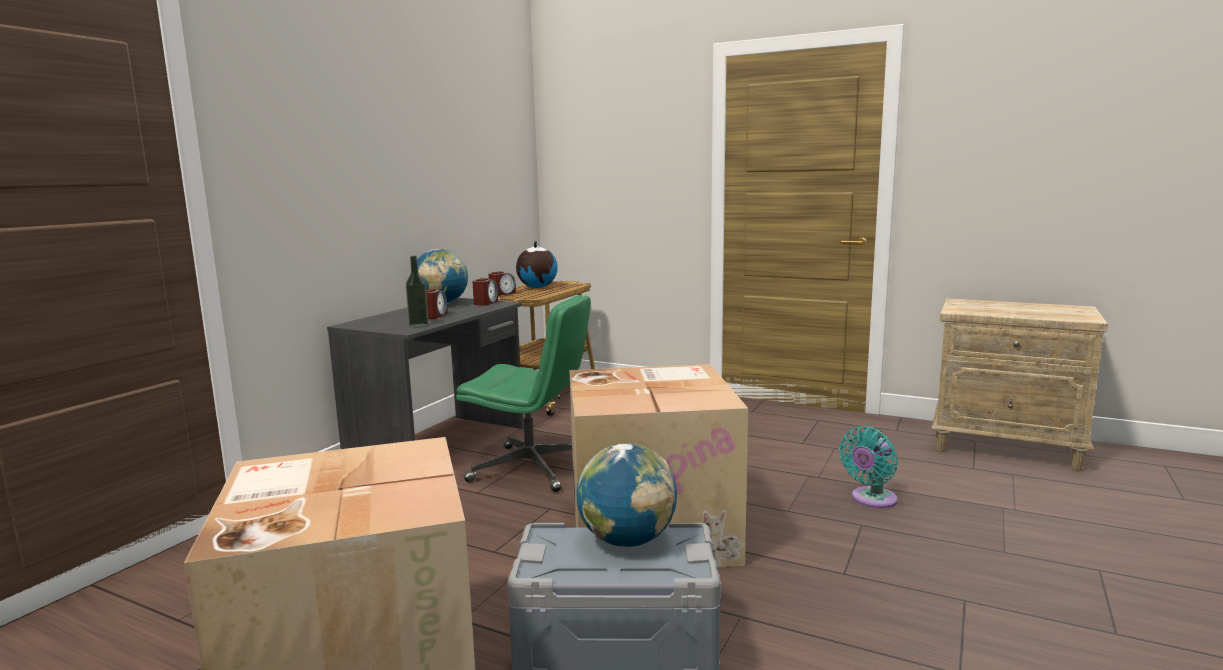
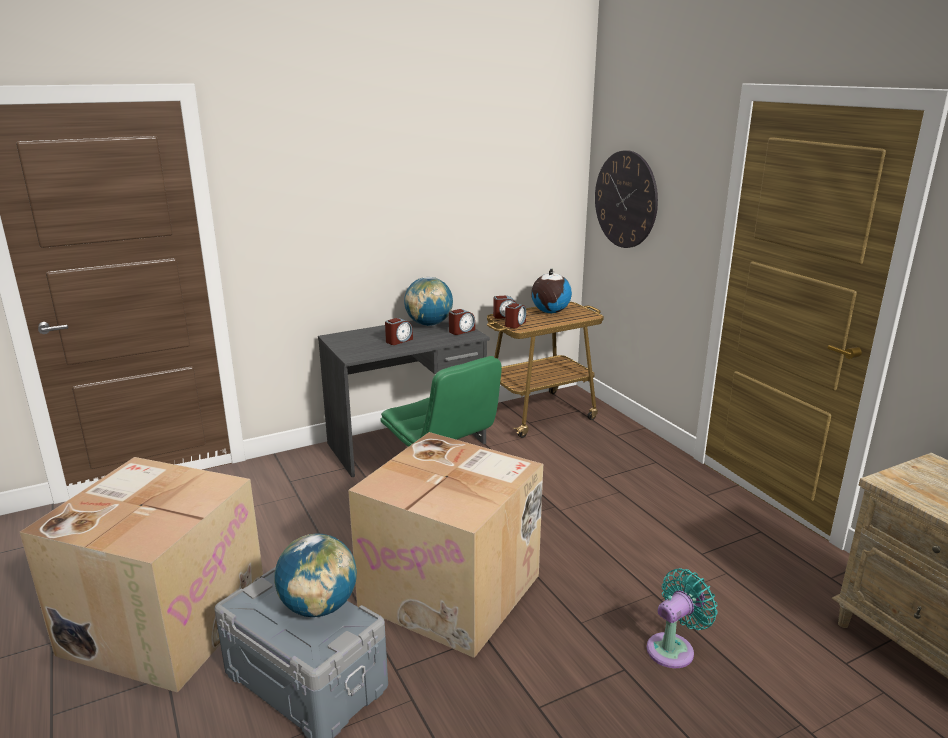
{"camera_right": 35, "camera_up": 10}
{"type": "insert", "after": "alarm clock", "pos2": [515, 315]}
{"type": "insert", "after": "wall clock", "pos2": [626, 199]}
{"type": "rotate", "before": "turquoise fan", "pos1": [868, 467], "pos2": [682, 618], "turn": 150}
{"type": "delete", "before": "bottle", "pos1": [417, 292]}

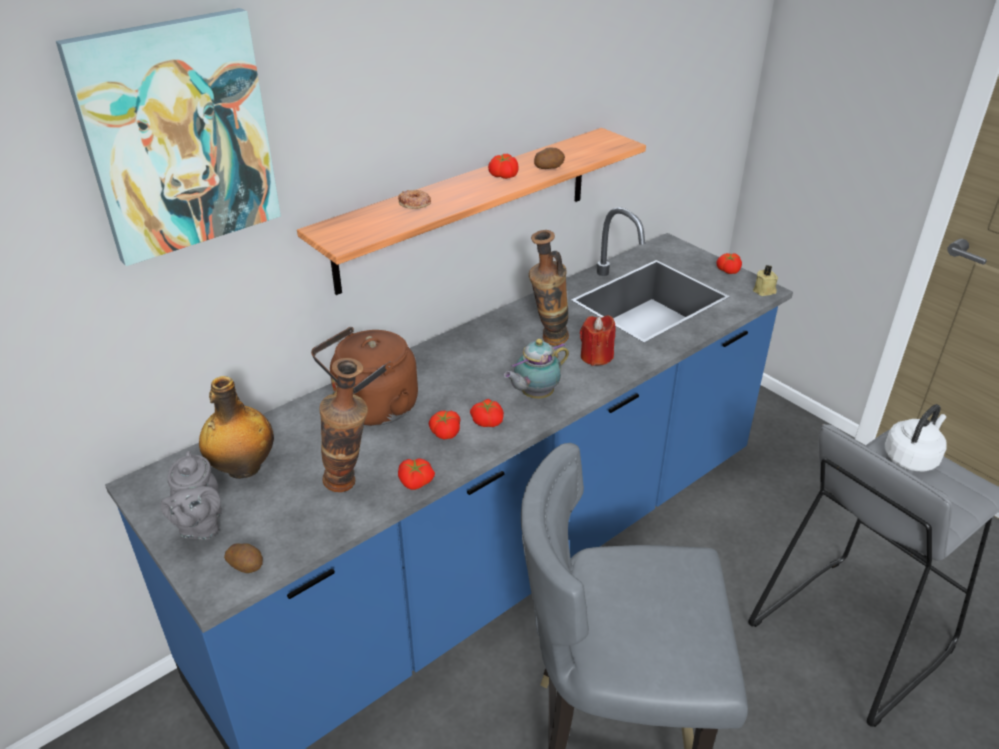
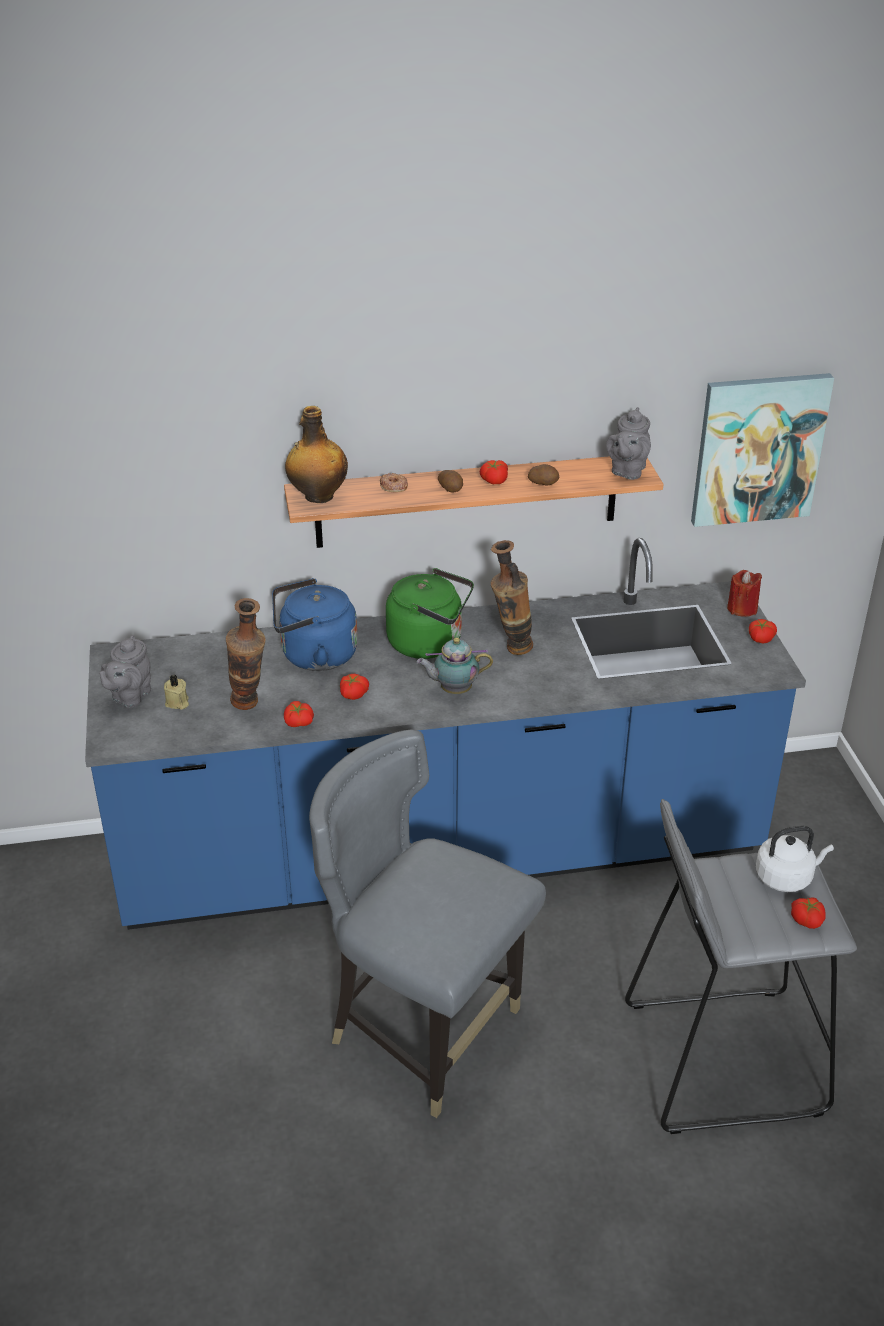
{"camera_right": 30, "camera_up": 0}
{"type": "move", "before": "beige candle", "pos1": [765, 280], "pos2": [176, 692]}
{"type": "recolor", "before": "brown kettle", "after": "blue kettle", "pos1": [364, 376], "pos2": [315, 624]}
{"type": "move", "before": "bottle", "pos1": [236, 427], "pos2": [316, 454]}
{"type": "insert", "after": "green kettle", "pos2": [430, 613]}
{"type": "move", "before": "potato", "pos1": [243, 558], "pos2": [450, 481]}
{"type": "insert", "after": "grey teapot", "pos2": [628, 443]}
{"type": "move", "before": "picture", "pos1": [168, 137], "pos2": [762, 450]}
{"type": "move", "before": "red candle", "pos1": [598, 340], "pos2": [744, 593]}
{"type": "move", "before": "tomato", "pos1": [487, 413], "pos2": [808, 913]}

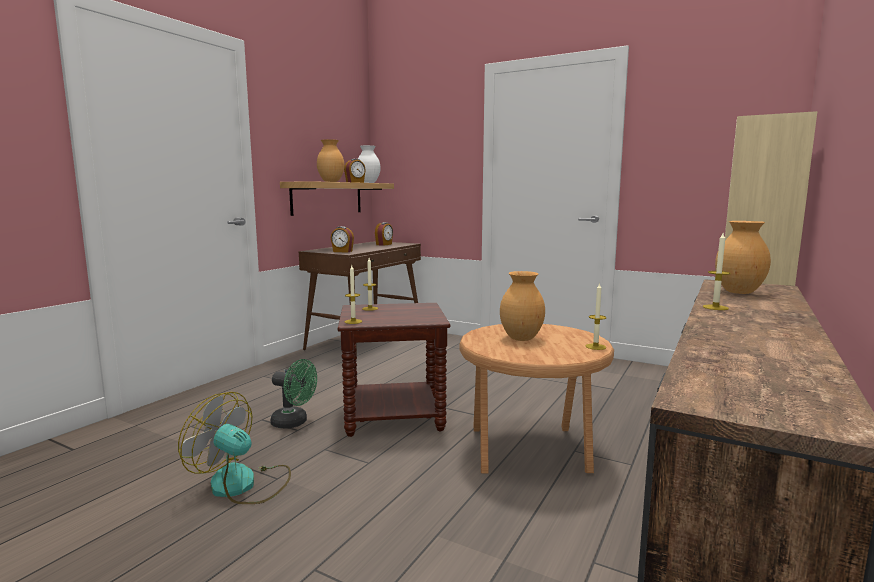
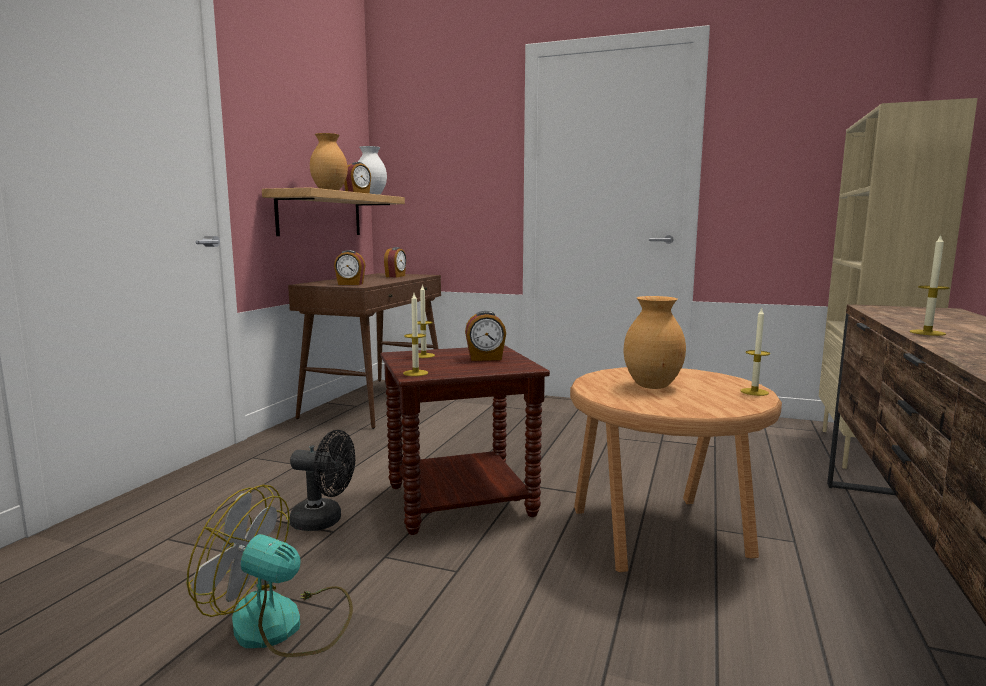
{"camera_right": -10, "camera_up": 0}
{"type": "recolor", "before": "green fan", "after": "black fan", "pos1": [294, 394], "pos2": [322, 480]}
{"type": "insert", "after": "alarm clock", "pos2": [485, 336]}
{"type": "delete", "before": "brown vase", "pos1": [743, 257]}

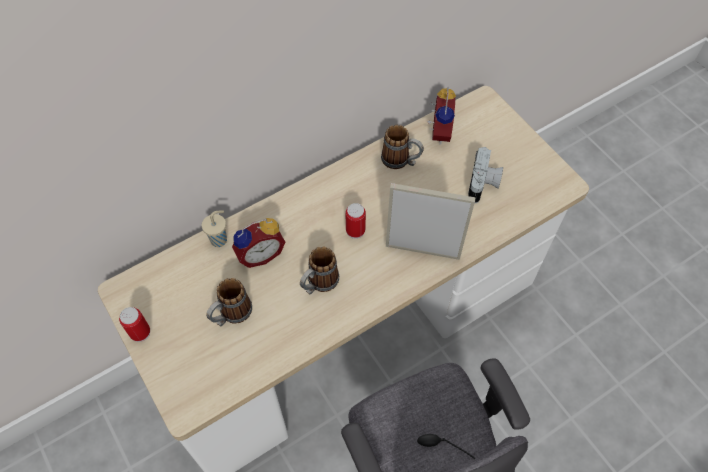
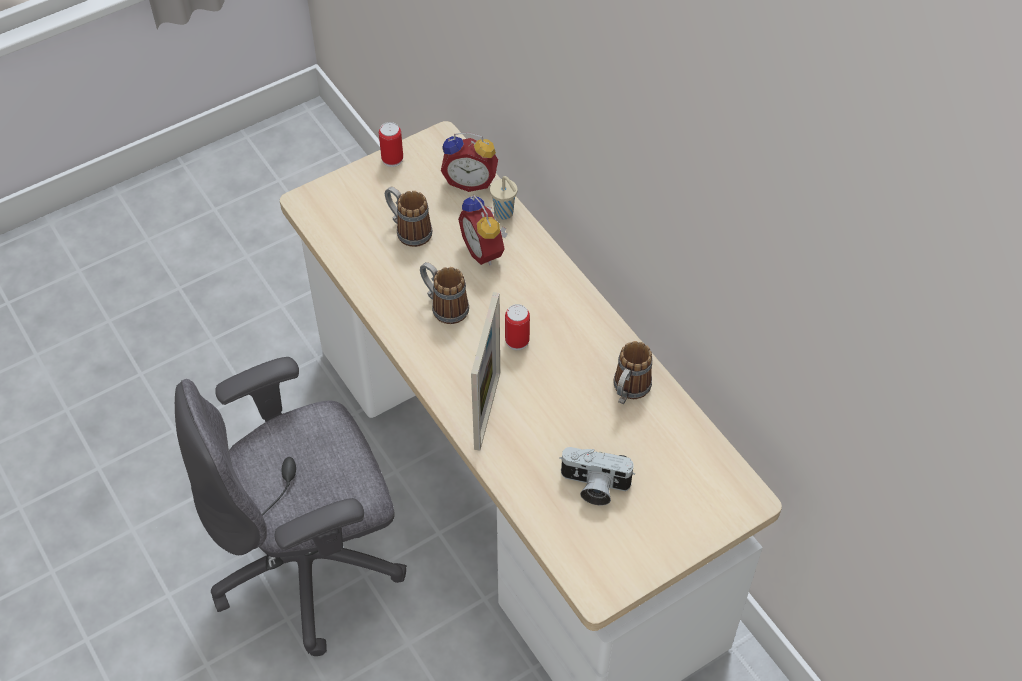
{"camera_right": 90, "camera_up": -5}
{"type": "move", "before": "alarm clock", "pos1": [441, 116], "pos2": [469, 162]}

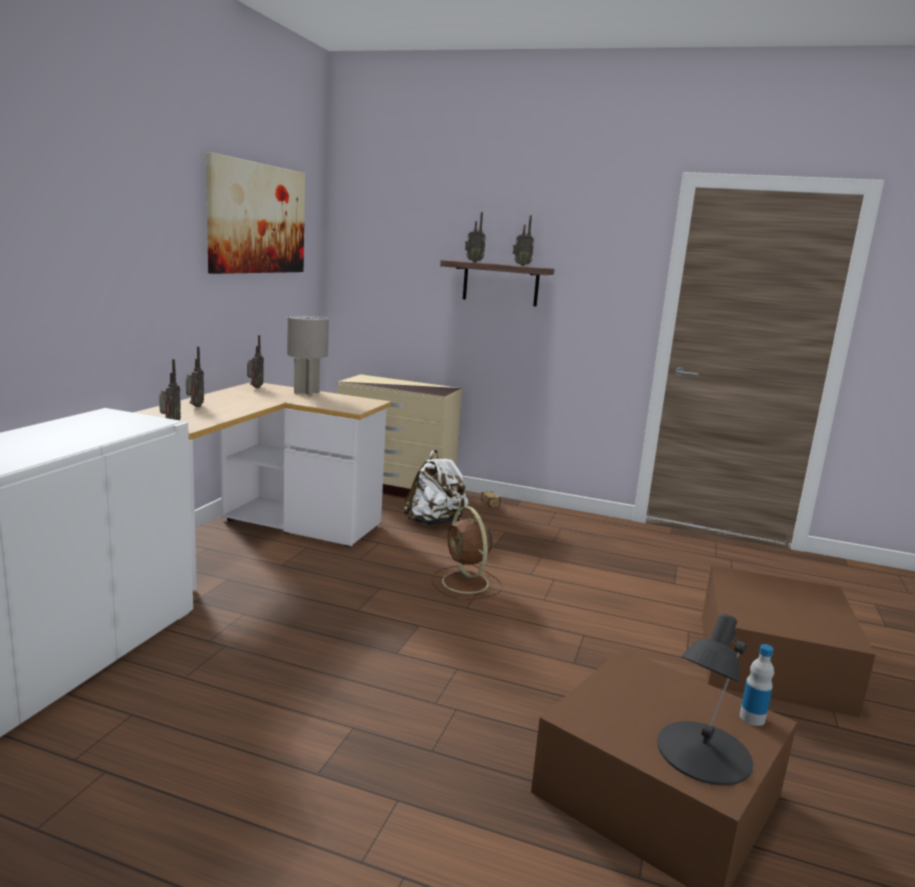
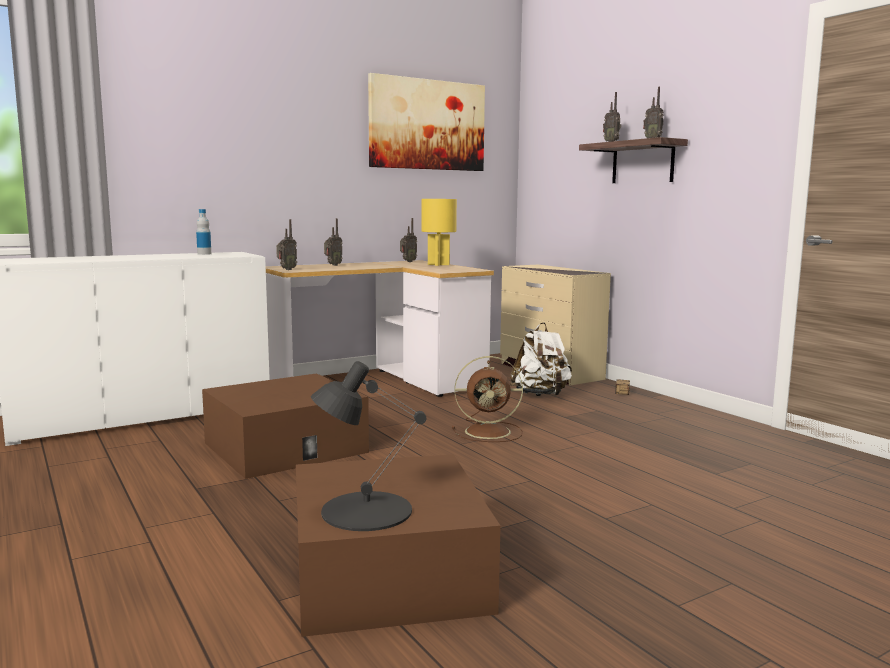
{"camera_right": 40, "camera_up": -5}
{"type": "move", "before": "bottle", "pos1": [757, 685], "pos2": [203, 232]}
{"type": "move", "before": "brown storage box", "pos1": [789, 641], "pos2": [285, 426]}
{"type": "recolor", "before": "grey table lamp", "after": "yellow table lamp", "pos1": [308, 355], "pos2": [439, 232]}
{"type": "rotate", "before": "brown fan", "pos1": [467, 553], "pos2": [487, 399], "turn": -105}

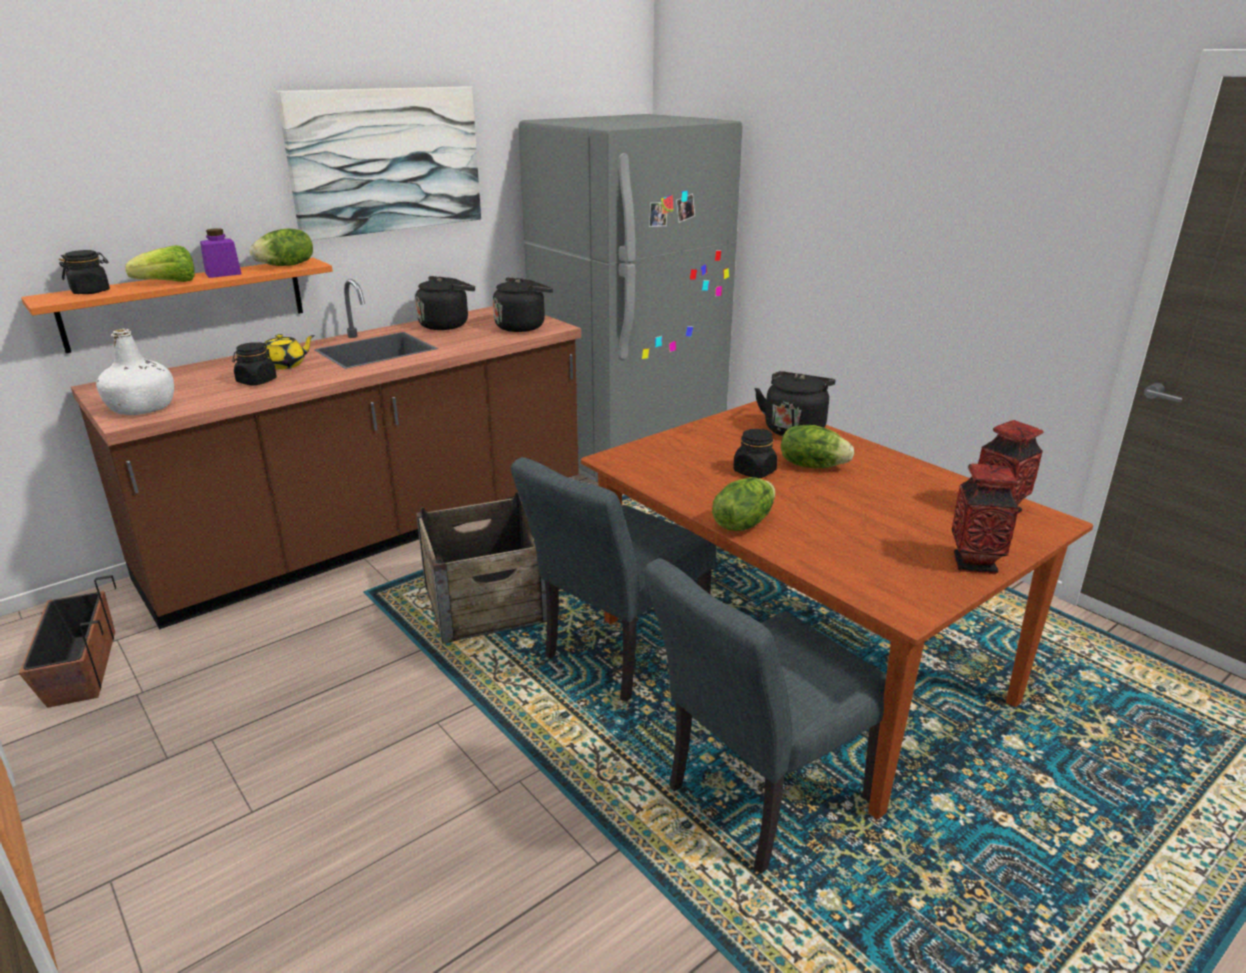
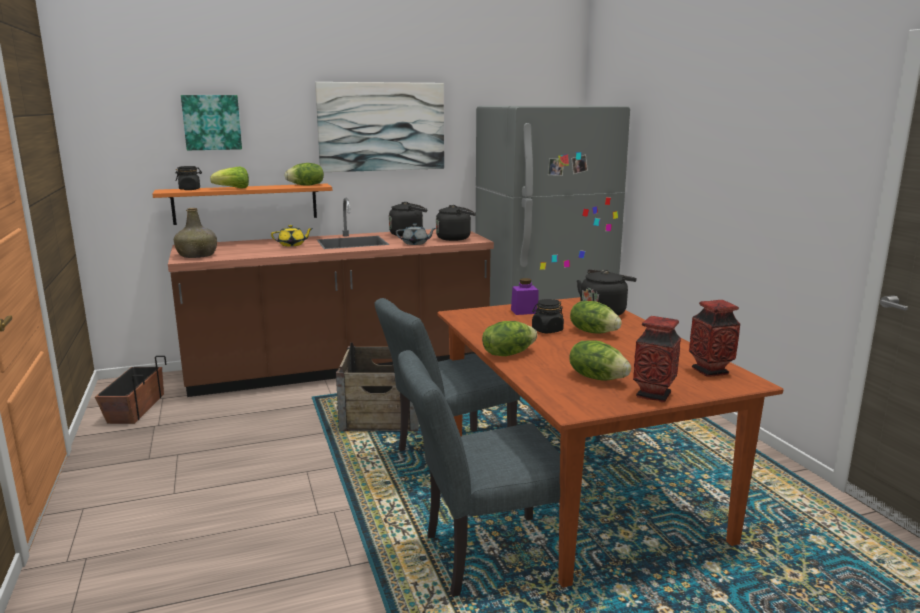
{"camera_right": 20, "camera_up": -10}
{"type": "recolor", "before": "white bottle", "after": "green bottle", "pos1": [135, 372], "pos2": [195, 233]}
{"type": "insert", "after": "picture", "pos2": [211, 122]}
{"type": "insert", "after": "grey teapot", "pos2": [416, 234]}
{"type": "move", "before": "purple jar", "pos1": [221, 253], "pos2": [525, 296]}
{"type": "insert", "after": "lettuce", "pos2": [600, 360]}
{"type": "delete", "before": "black jar", "pos1": [254, 363]}

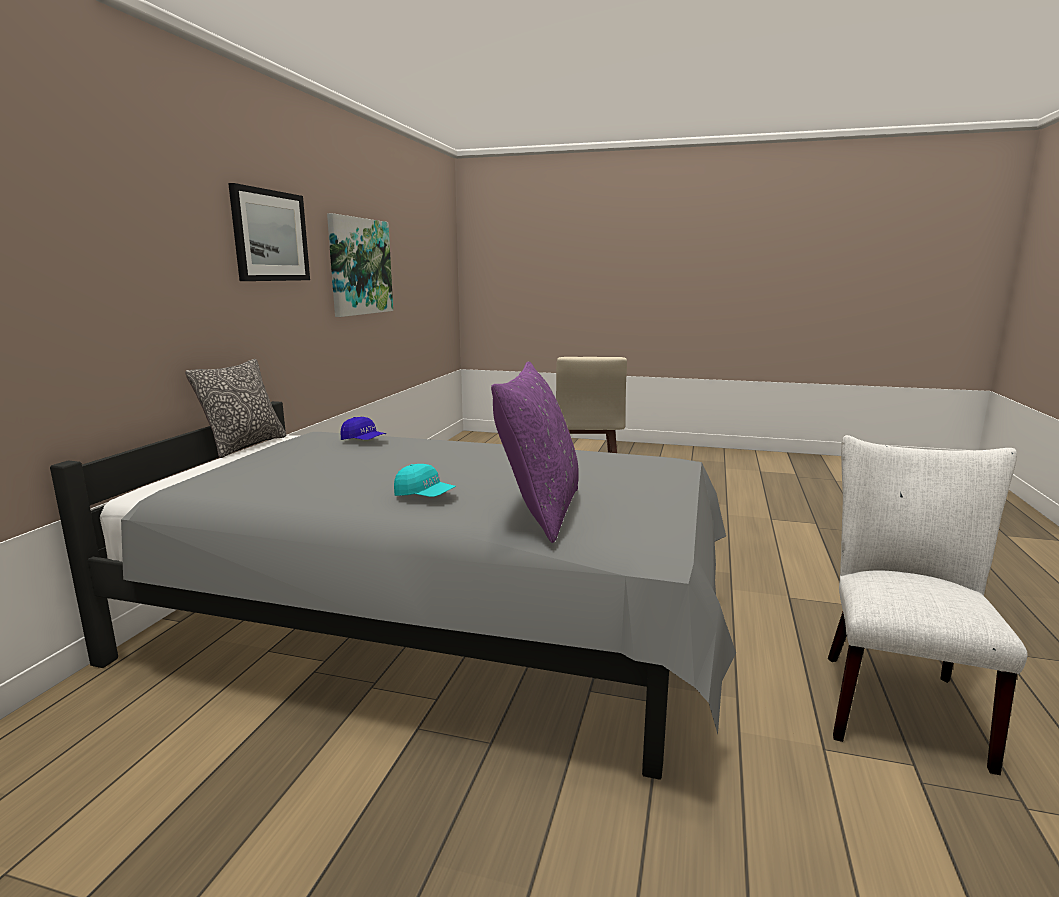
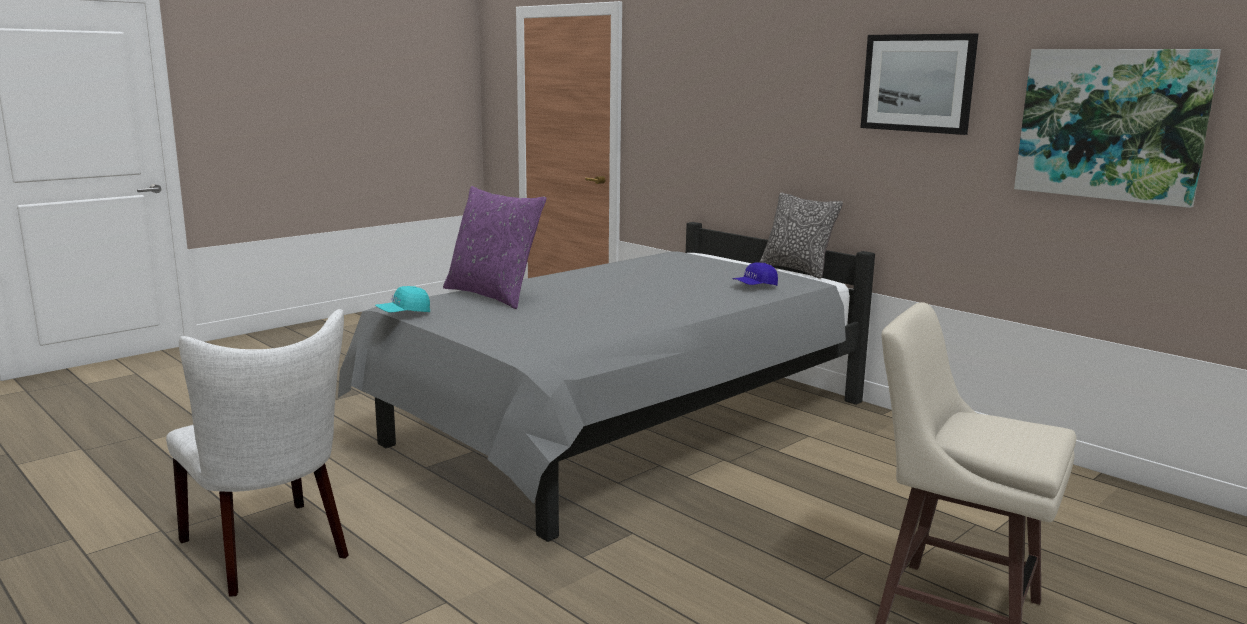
{"camera_right": 120, "camera_up": 0}
{"type": "move", "before": "turquoise cap", "pos1": [425, 480], "pos2": [402, 299]}

